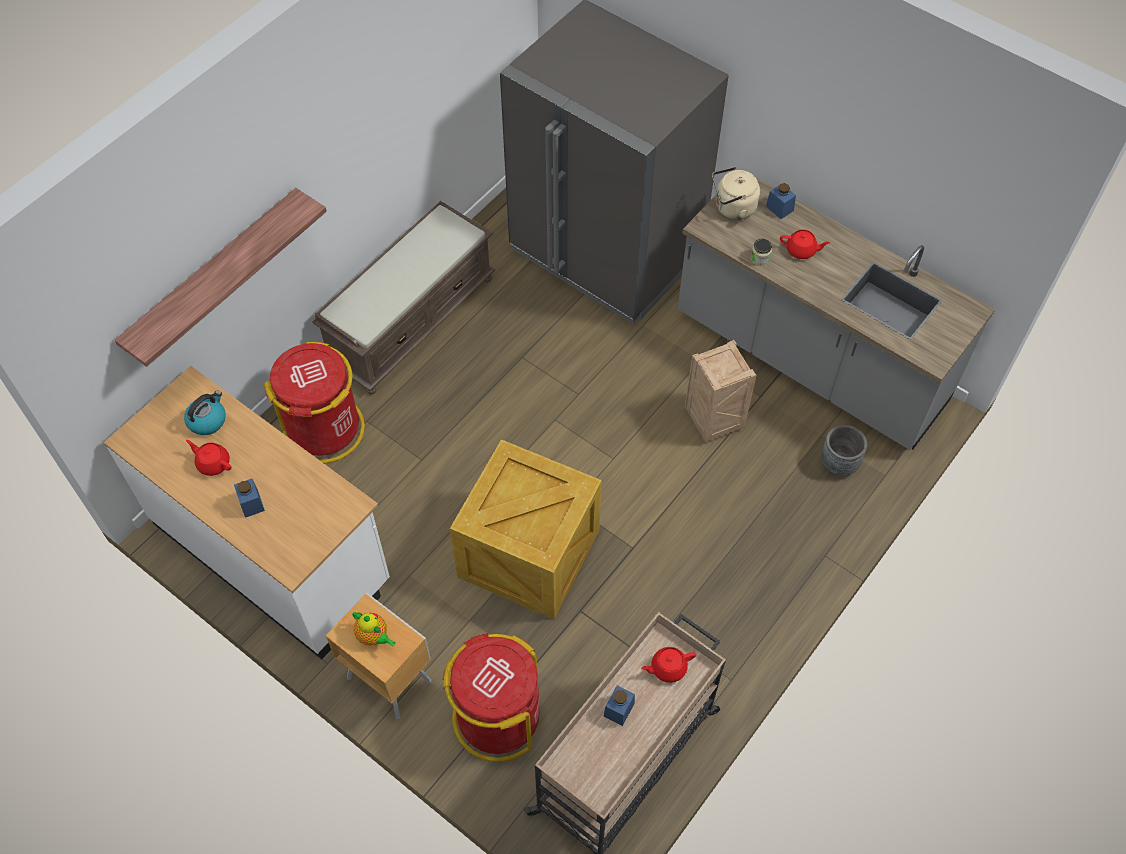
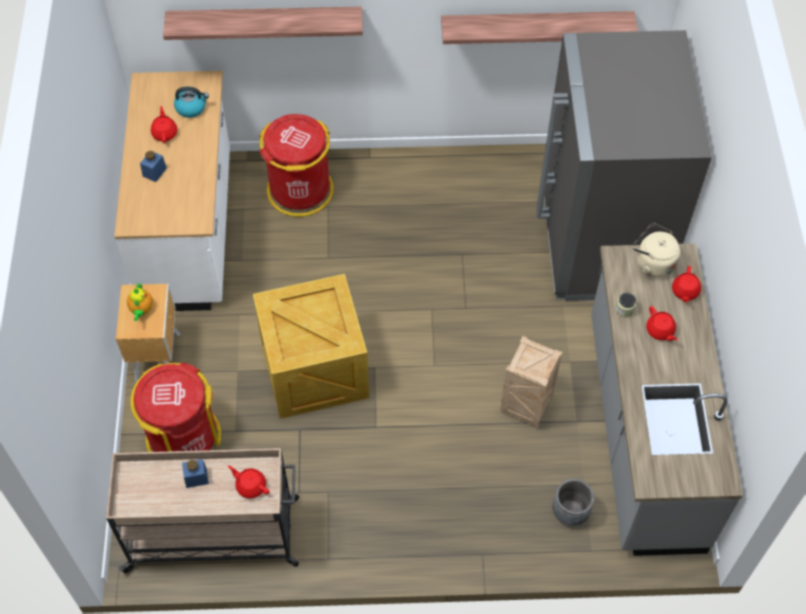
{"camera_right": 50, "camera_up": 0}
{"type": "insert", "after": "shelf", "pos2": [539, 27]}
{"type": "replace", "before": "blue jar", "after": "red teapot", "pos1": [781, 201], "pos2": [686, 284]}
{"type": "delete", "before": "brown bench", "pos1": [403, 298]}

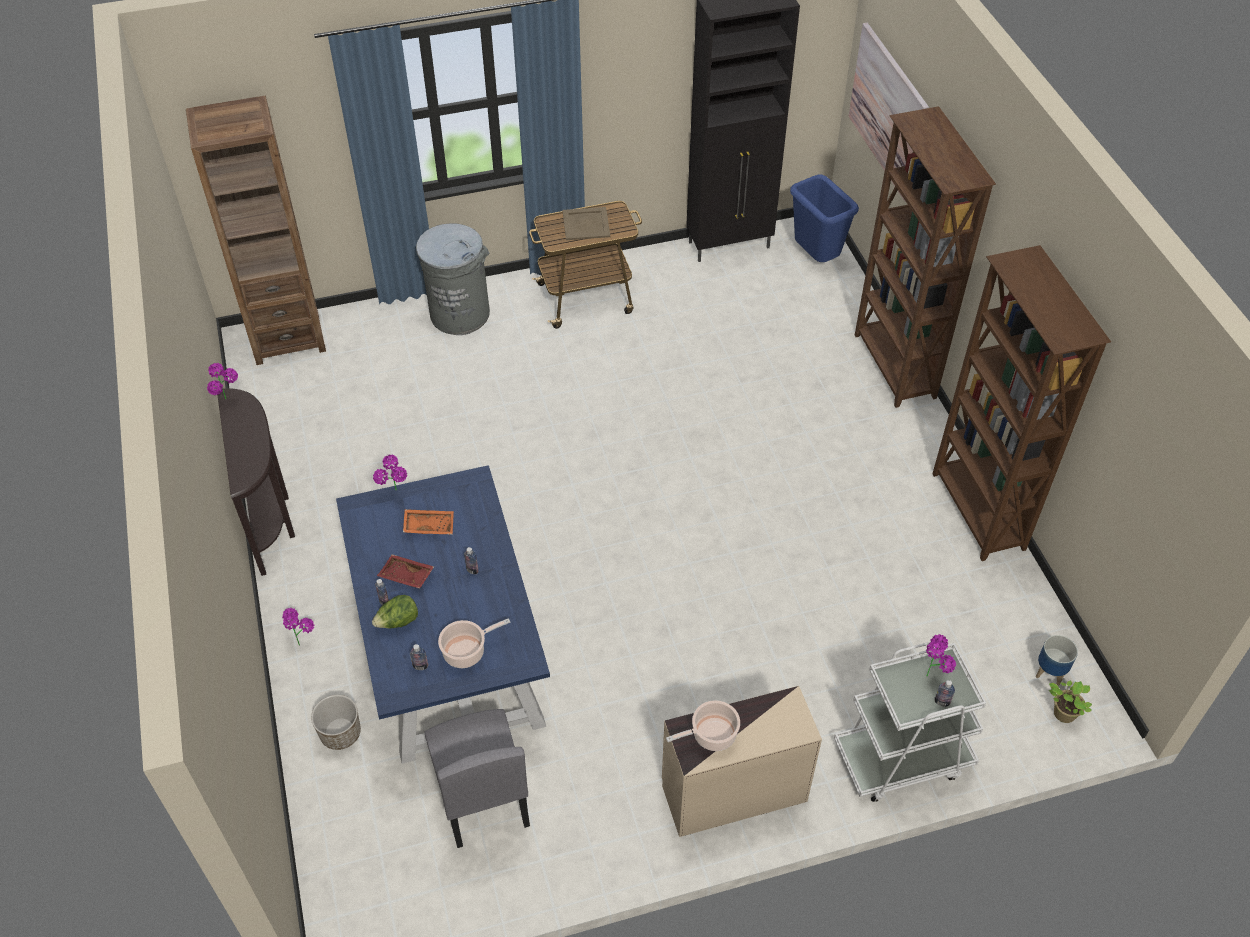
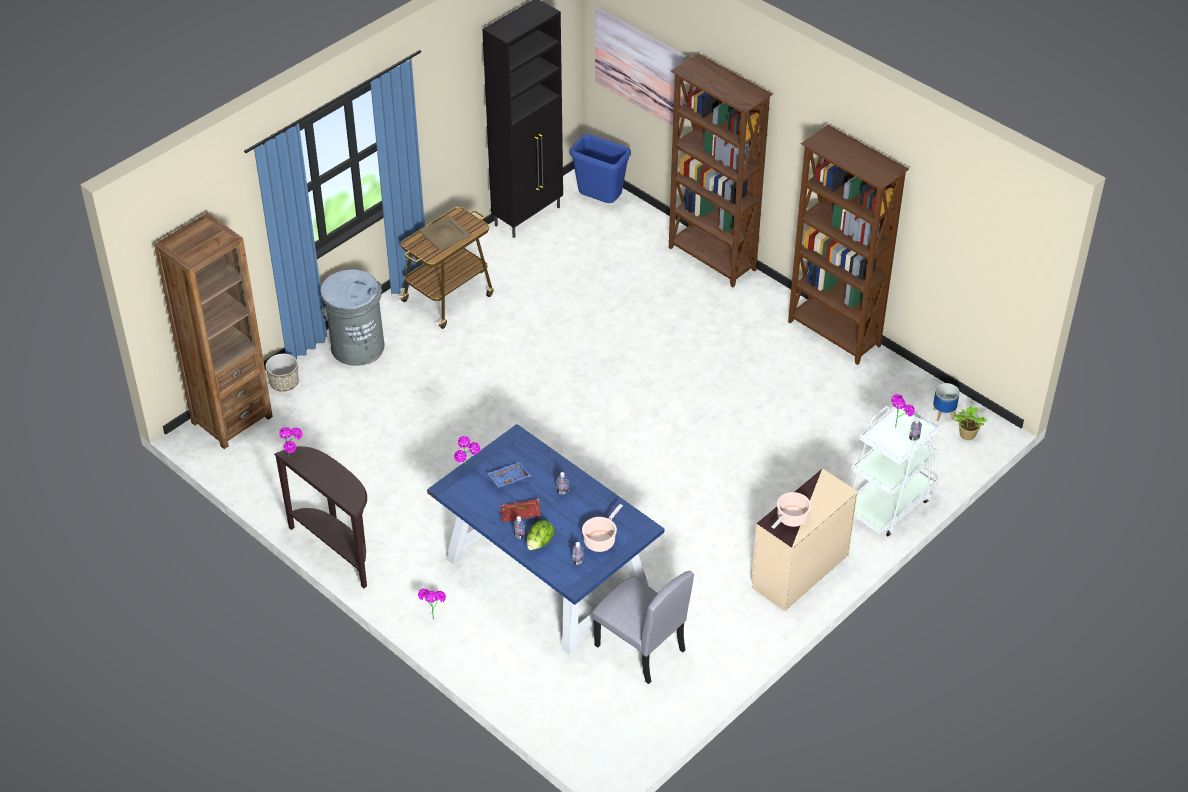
{"camera_right": -30, "camera_up": -5}
{"type": "move", "before": "planter", "pos1": [336, 722], "pos2": [282, 373]}
{"type": "recolor", "before": "orange tray", "after": "blue tray", "pos1": [428, 522], "pos2": [509, 474]}

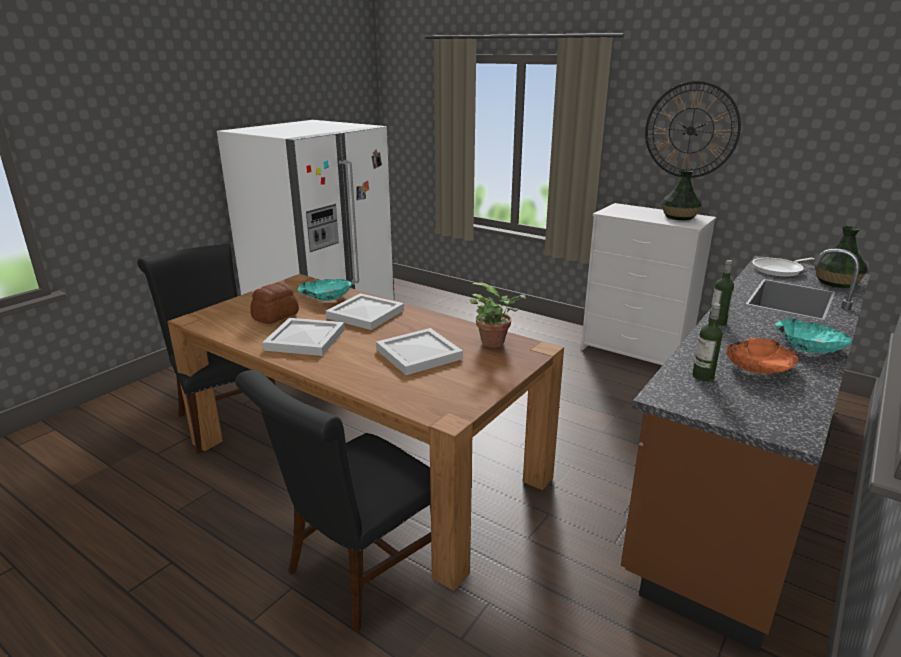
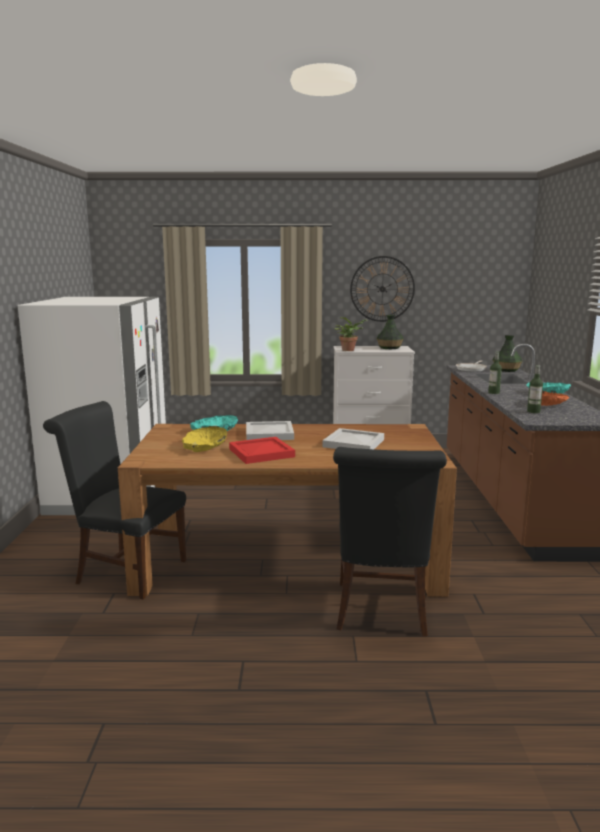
{"camera_right": -35, "camera_up": -10}
{"type": "replace", "before": "bread", "after": "yellow bowl", "pos1": [274, 303], "pos2": [204, 439]}
{"type": "recolor", "before": "white tray", "after": "red tray", "pos1": [303, 337], "pos2": [262, 450]}
{"type": "move", "before": "potted plant", "pos1": [498, 315], "pos2": [351, 334]}

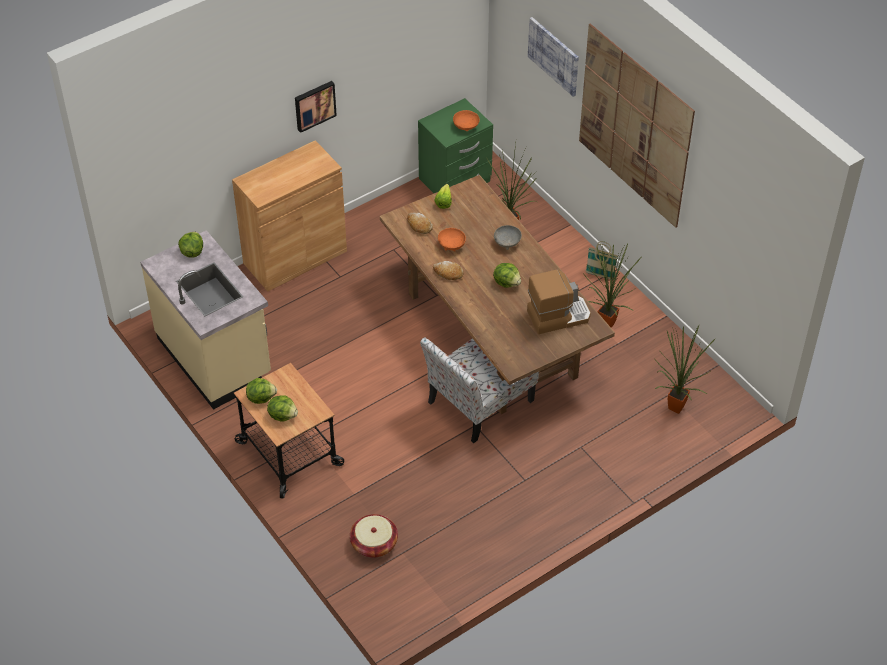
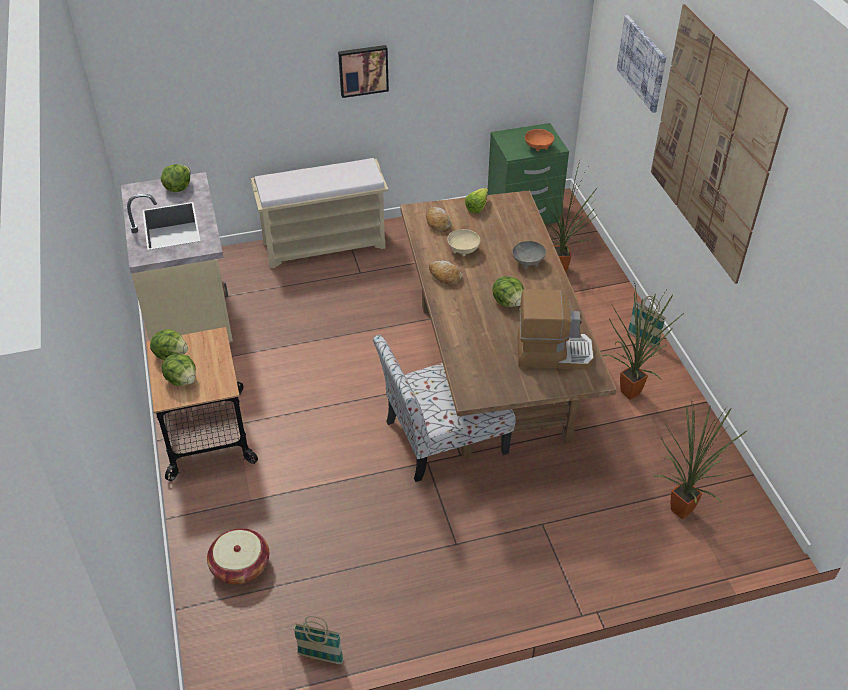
{"camera_right": 20, "camera_up": -5}
{"type": "replace", "before": "brown cabinet", "after": "beige bench", "pos1": [289, 216], "pos2": [319, 213]}
{"type": "insert", "after": "basket", "pos2": [318, 640]}
{"type": "recolor", "before": "orange bowl", "after": "beige bowl", "pos1": [452, 239], "pos2": [463, 242]}

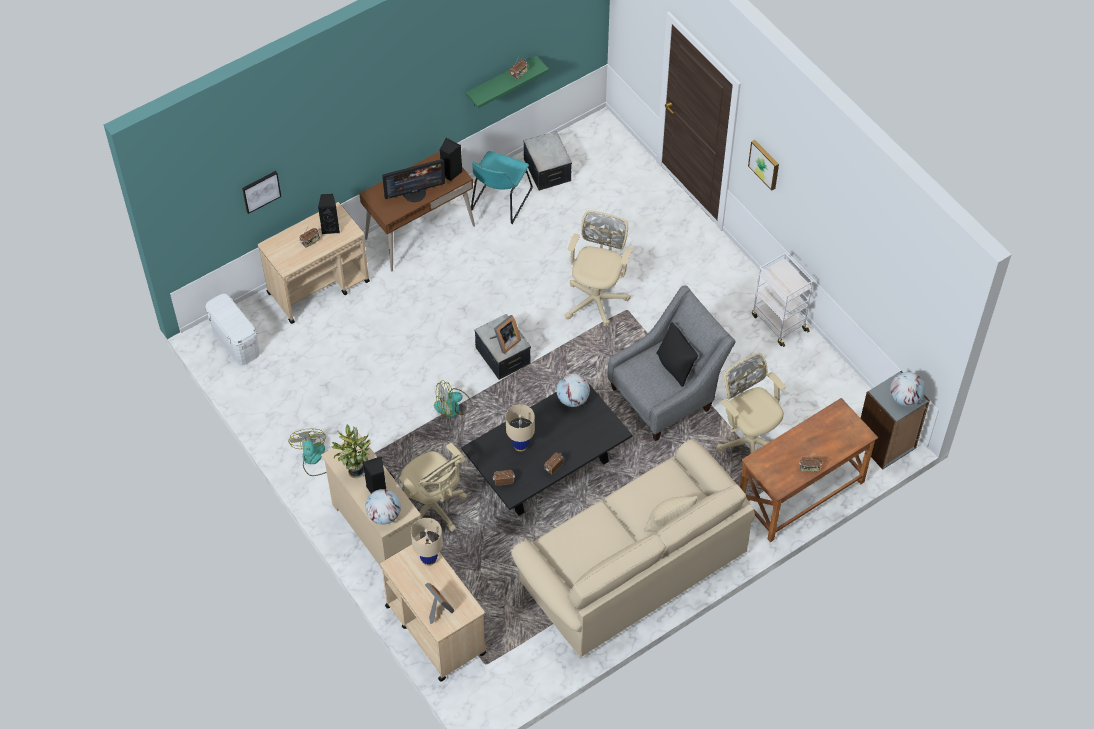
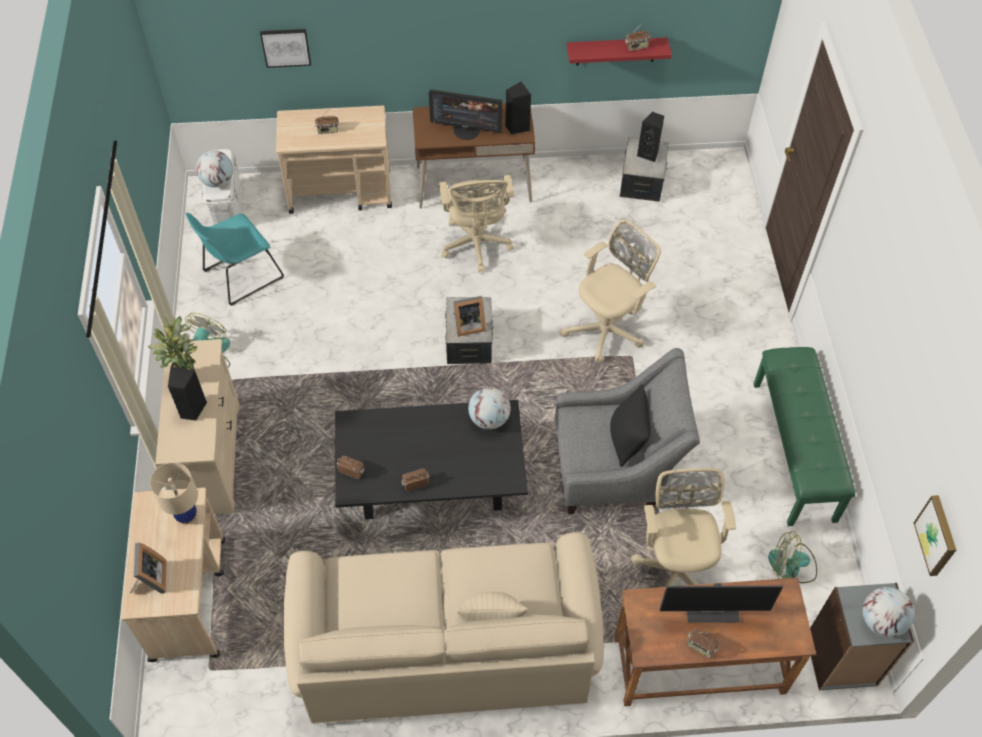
{"camera_right": 30, "camera_up": 0}
{"type": "move", "before": "turquoise chair", "pos1": [502, 187], "pos2": [234, 259]}
{"type": "move", "before": "globe", "pos1": [383, 507], "pos2": [214, 169]}
{"type": "move", "before": "beige office chair", "pos1": [433, 487], "pos2": [476, 224]}
{"type": "recolor", "before": "green shelf", "after": "red shelf", "pos1": [507, 82], "pos2": [619, 52]}
{"type": "move", "before": "black speaker", "pos1": [329, 214], "pos2": [650, 137]}
{"type": "insert", "after": "monitor", "pos2": [721, 603]}
{"type": "replace", "before": "white cart", "after": "green bench", "pos1": [782, 299], "pos2": [804, 436]}
{"type": "move", "before": "fan", "pos1": [453, 398], "pos2": [792, 557]}
{"type": "move", "before": "picture", "pos1": [763, 165], "pos2": [935, 535]}
{"type": "delete", "before": "beige table lamp", "pos1": [520, 428]}

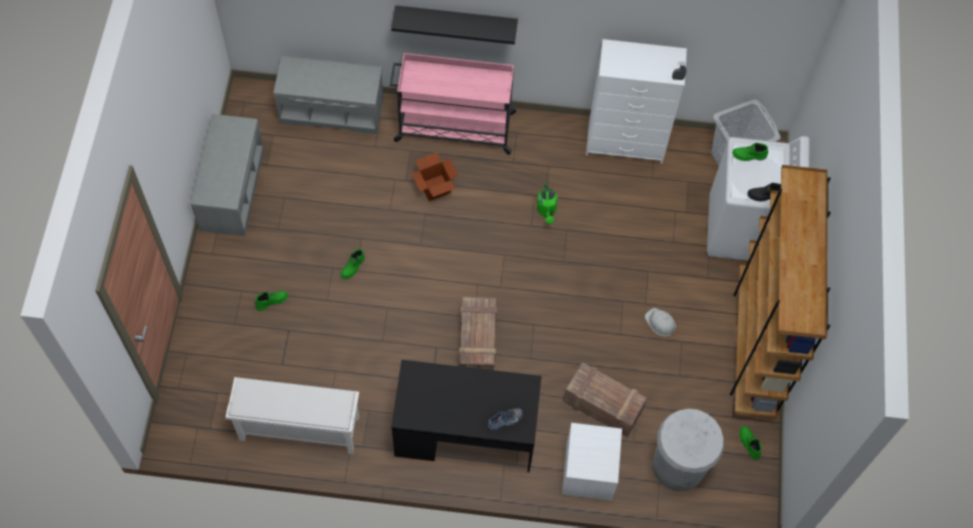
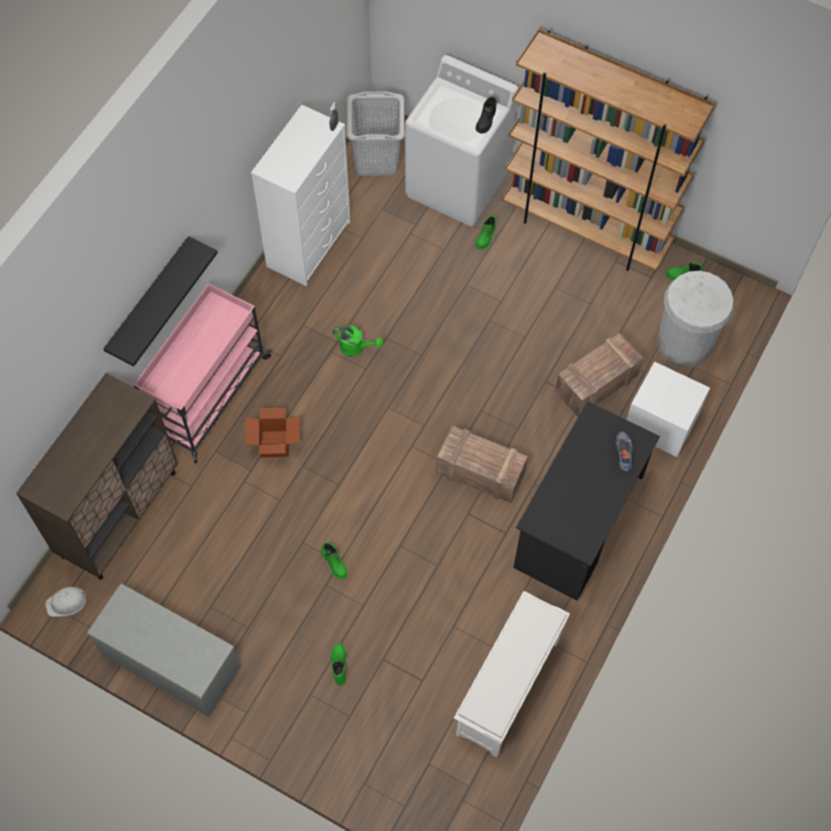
{"camera_right": -65, "camera_up": 0}
{"type": "replace", "before": "grey bench", "after": "brown cabinet", "pos1": [328, 95], "pos2": [97, 476]}
{"type": "move", "before": "white hard hat", "pos1": [660, 322], "pos2": [66, 602]}
{"type": "move", "before": "green boot", "pos1": [750, 152], "pos2": [486, 232]}

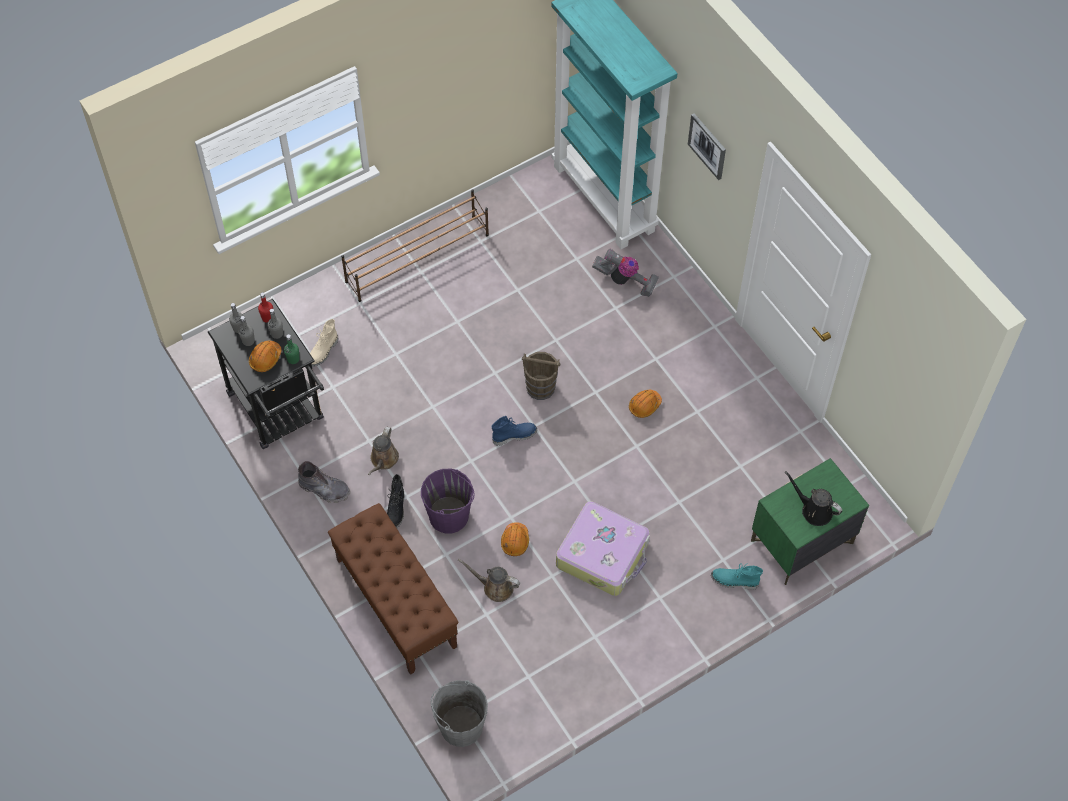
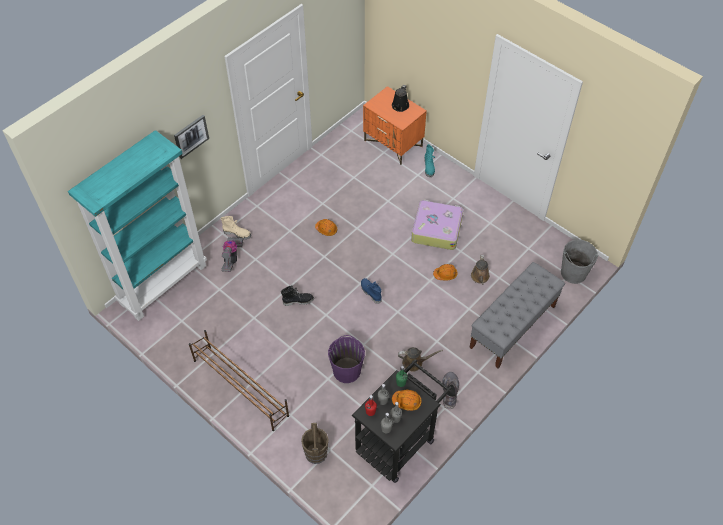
{"camera_right": -105, "camera_up": -5}
{"type": "move", "before": "beige boot", "pos1": [324, 343], "pos2": [235, 227]}
{"type": "move", "before": "black boot", "pos1": [395, 501], "pos2": [297, 296]}
{"type": "move", "before": "brown bucket", "pos1": [541, 376], "pos2": [315, 443]}
{"type": "move", "before": "purple bucket", "pos1": [448, 501], "pos2": [346, 359]}
{"type": "recolor", "before": "green nightstand", "after": "orange nightstand", "pos1": [810, 521], "pos2": [395, 125]}
{"type": "recolor", "before": "brown bench", "after": "grey bench", "pos1": [393, 589], "pos2": [517, 315]}

